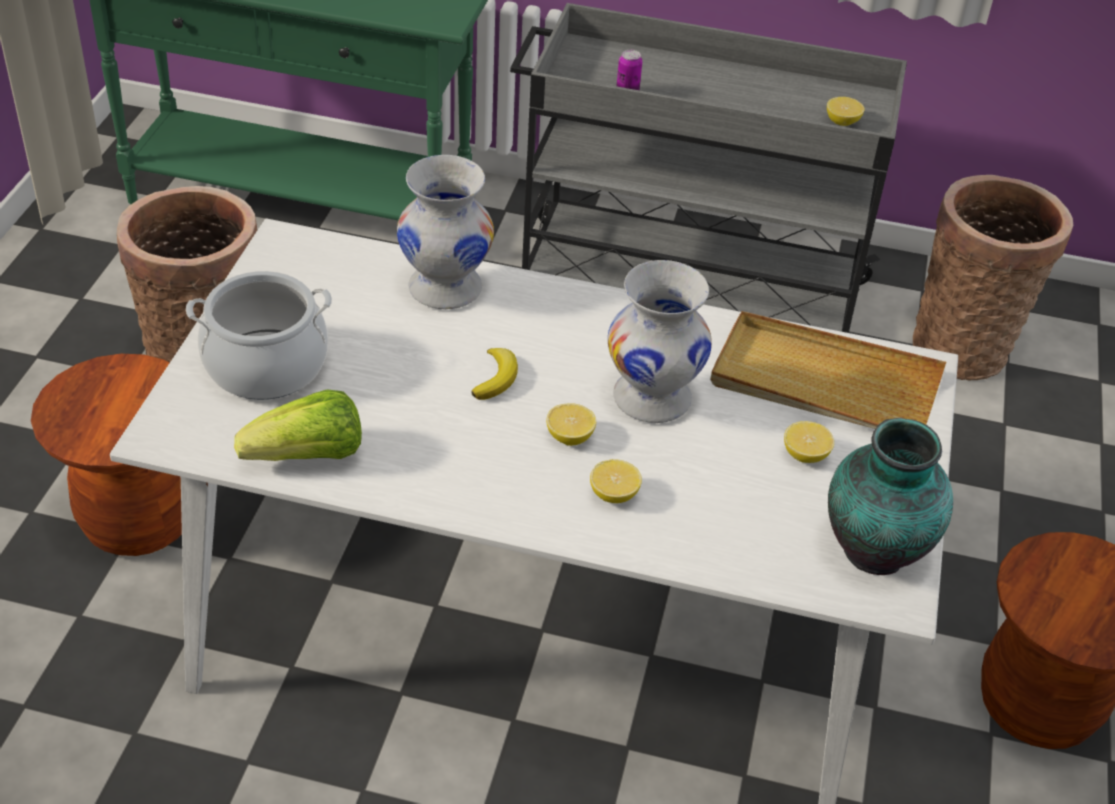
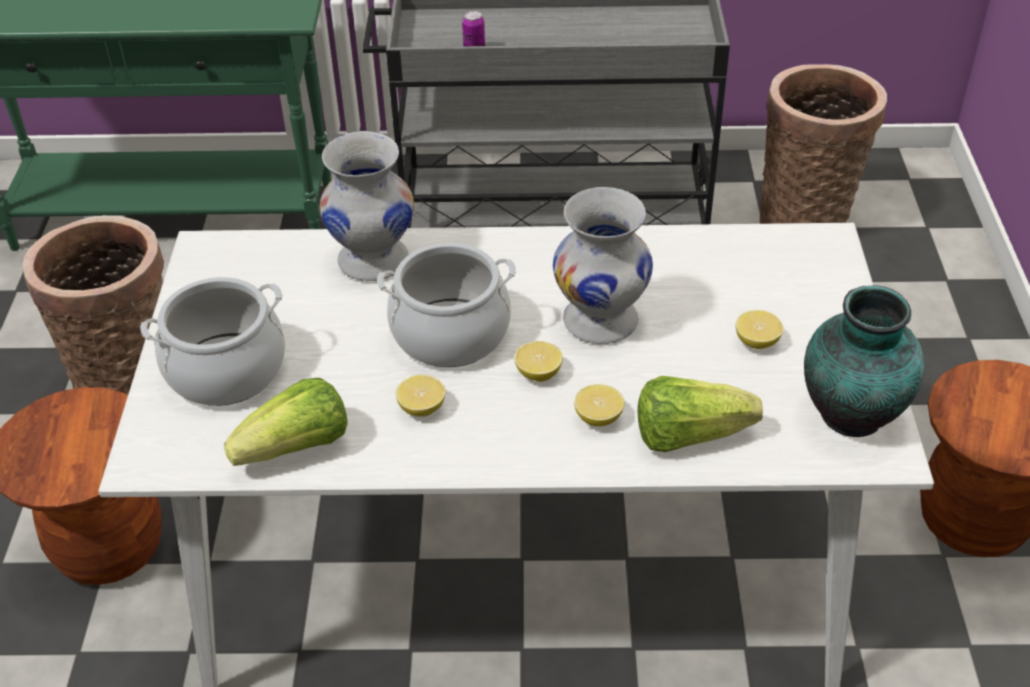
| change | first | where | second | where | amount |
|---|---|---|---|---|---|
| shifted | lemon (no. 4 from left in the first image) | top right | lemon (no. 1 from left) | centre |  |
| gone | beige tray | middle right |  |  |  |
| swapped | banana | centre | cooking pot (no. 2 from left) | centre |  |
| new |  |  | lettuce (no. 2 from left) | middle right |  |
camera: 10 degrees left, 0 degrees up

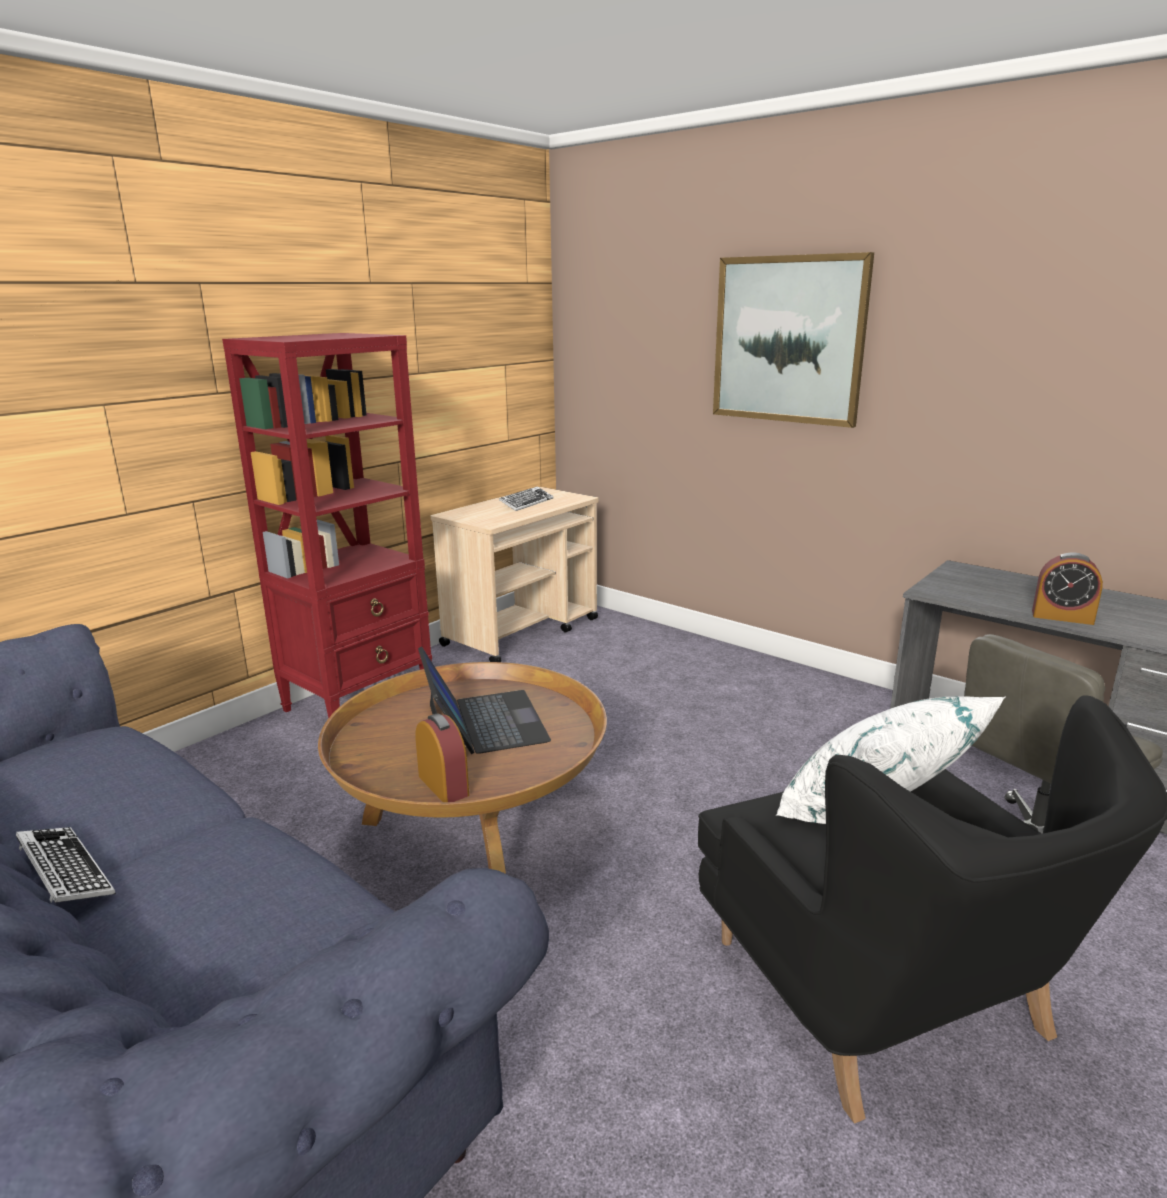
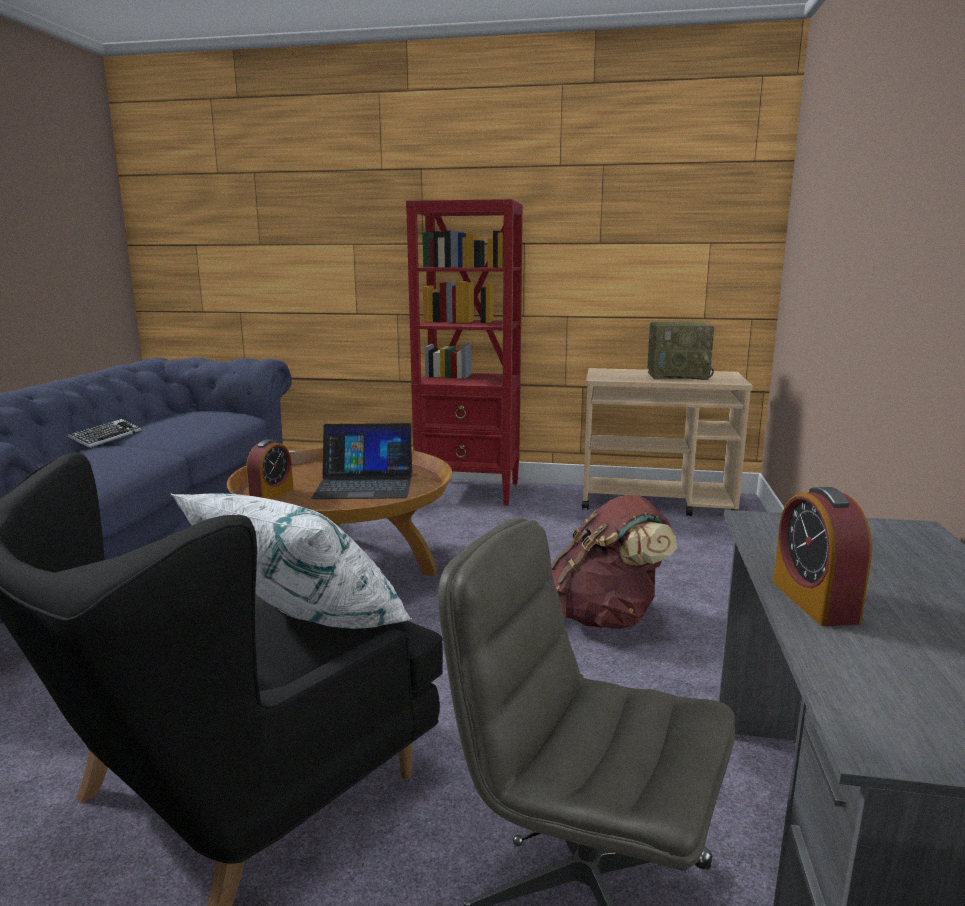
| change | first | where | second | where | amount |
|---|---|---|---|---|---|
| gone | picture | top right |  |  |  |
| swapped | keyboard (no. 2 from left) | centre | radio | middle right |  |
| rotated | laptop | centre |  | centre | 45 degrees clockwise |
| new |  |  | brown backpack | centre |  |
camera: 60 degrees right, 5 degrees down

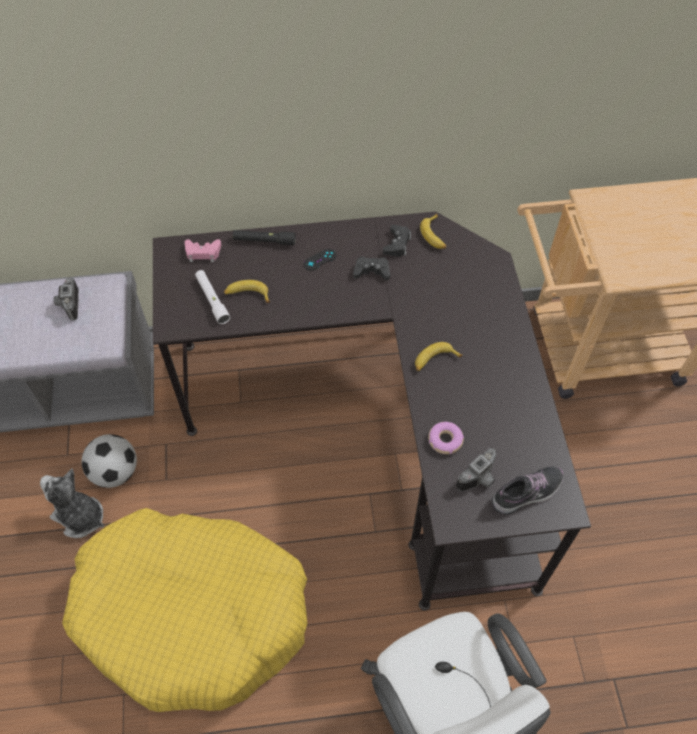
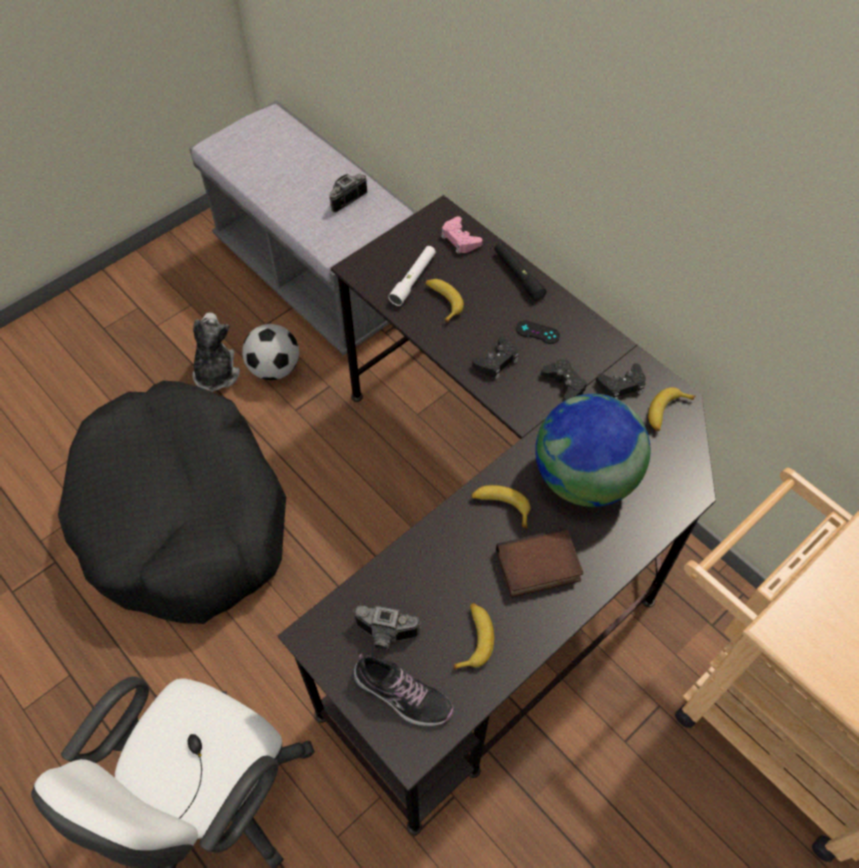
| change | first | where | second | where | amount |
|---|---|---|---|---|---|
| gone | donut | centre |  |  |  |
| repainted | yellow dog bed | bottom left | black dog bed | middle left |  |
| new |  |  | black game controller (no. 1 from left) | centre |  |
| new |  |  | globe | middle right |  |
| new |  |  | book | centre |  |
| new |  |  | banana (no. 2 from left) | bottom centre |  |
camera: 55 degrees right, 0 degrees up

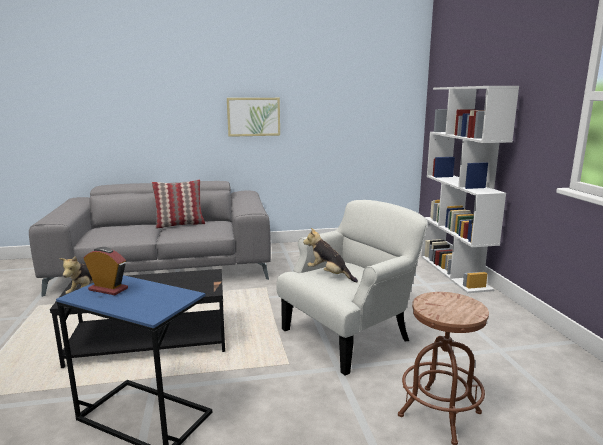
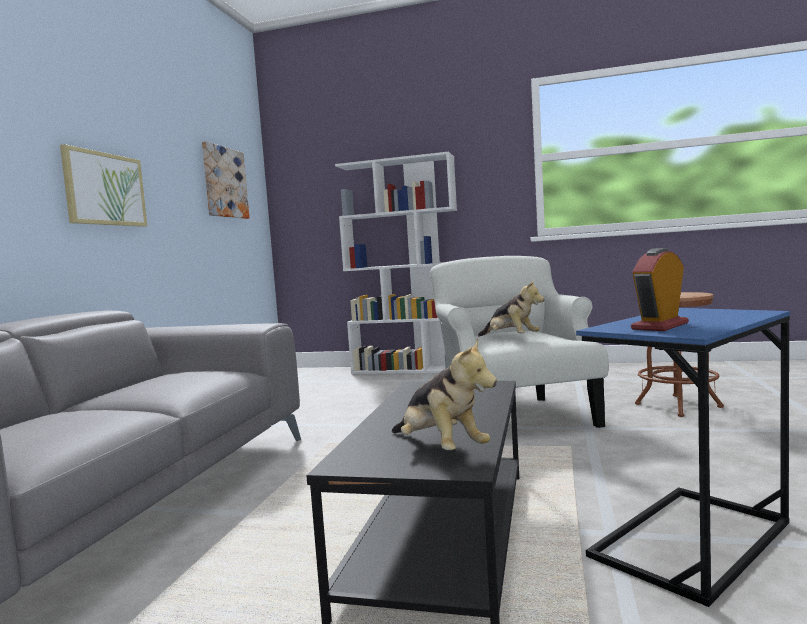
| change | first | where | second | where | amount |
|---|---|---|---|---|---|
| gone | pillow | middle left |  |  |  |
| rotated | plush toy (no. 2 from left) | centre |  | centre | 105 degrees counterclockwise |
| new |  |  | picture (no. 2 from left) | top left |  |
camera: 65 degrees left, 10 degrees down

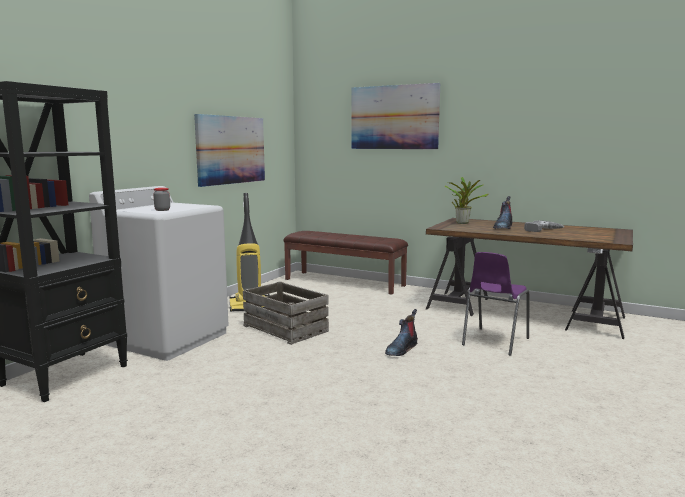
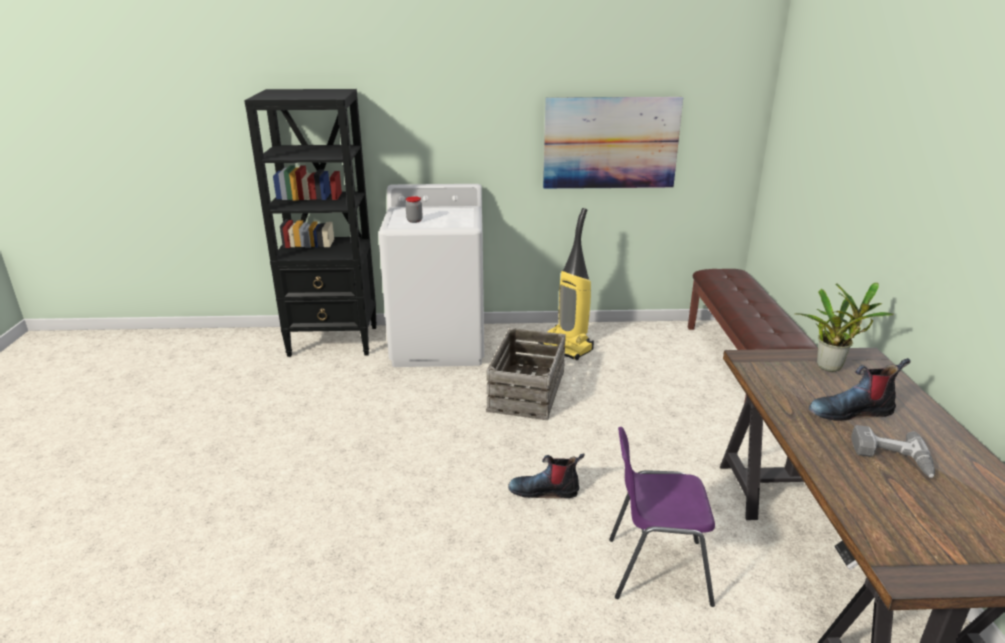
| change | first | where | second | where | amount |
|---|---|---|---|---|---|
| gone | picture (no. 2 from left) | top centre |  |  |  |
camera: 60 degrees right, 15 degrees up

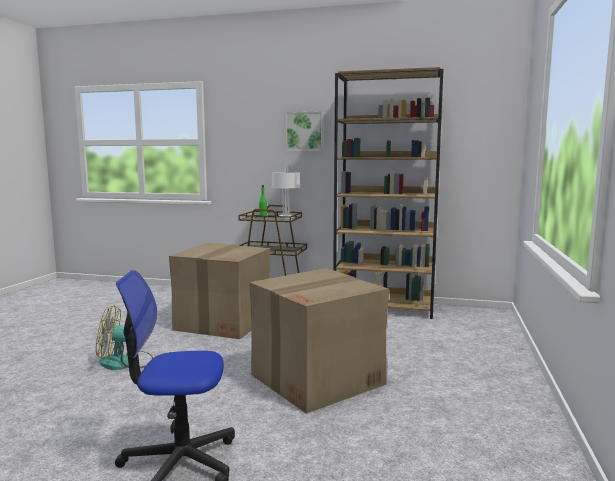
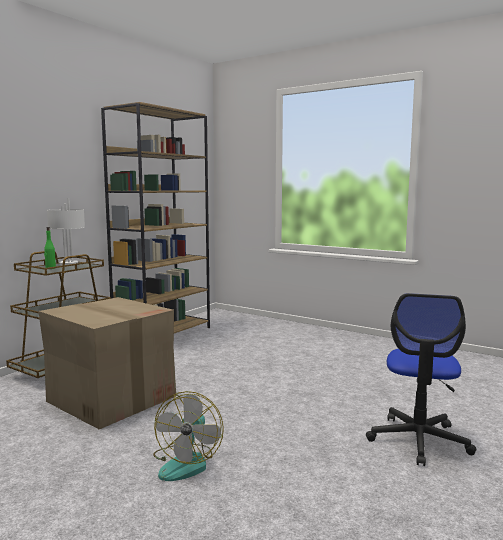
| change | first | where | second | where | amount |
|---|---|---|---|---|---|
| gone | picture | top centre |  |  |  |
| gone | cardboard box (no. 2 from left) | bottom centre |  |  |  |
camera: 70 degrees left, 0 degrees up

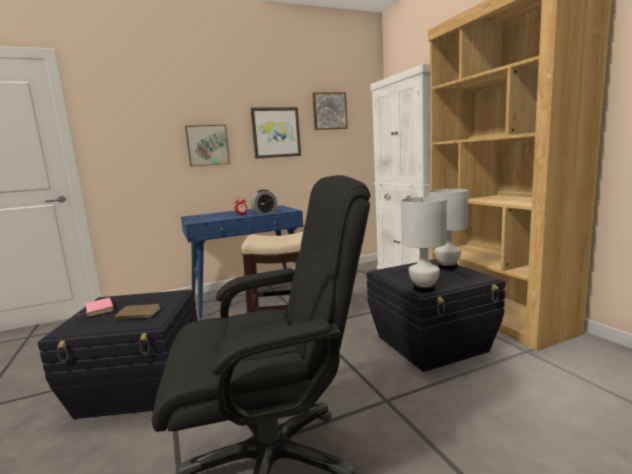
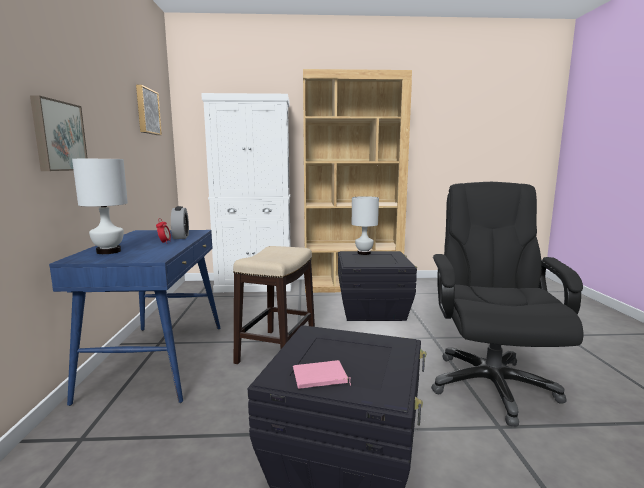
| change | first | where | second | where | amount |
|---|---|---|---|---|---|
| gone | picture (no. 2 from left) | top centre |  |  |  |
| shifted | white table lamp (no. 1 from left) | middle right |  | middle left |  |
| gone | brown book | middle left |  |  |  |
camera: 70 degrees left, 0 degrees up

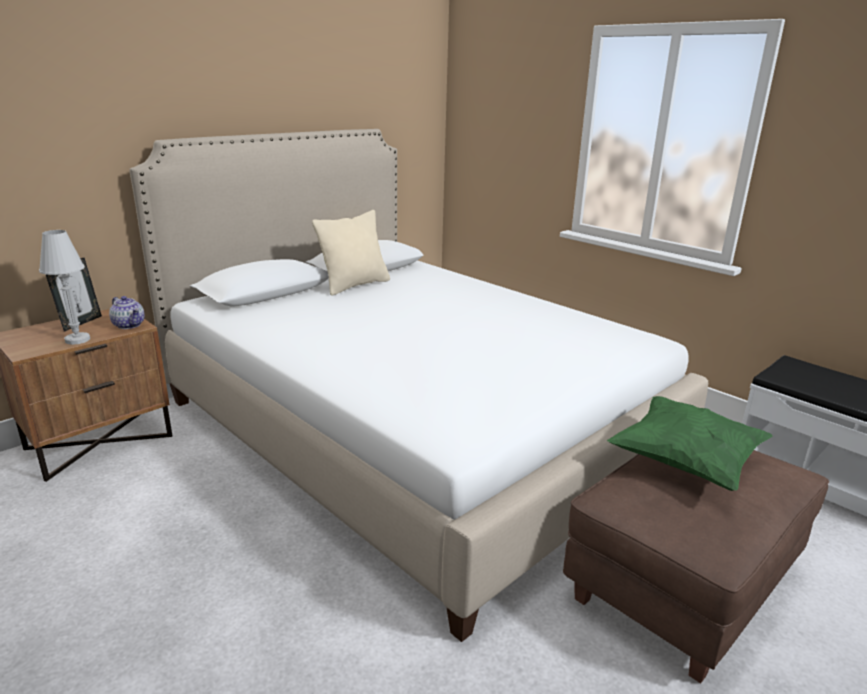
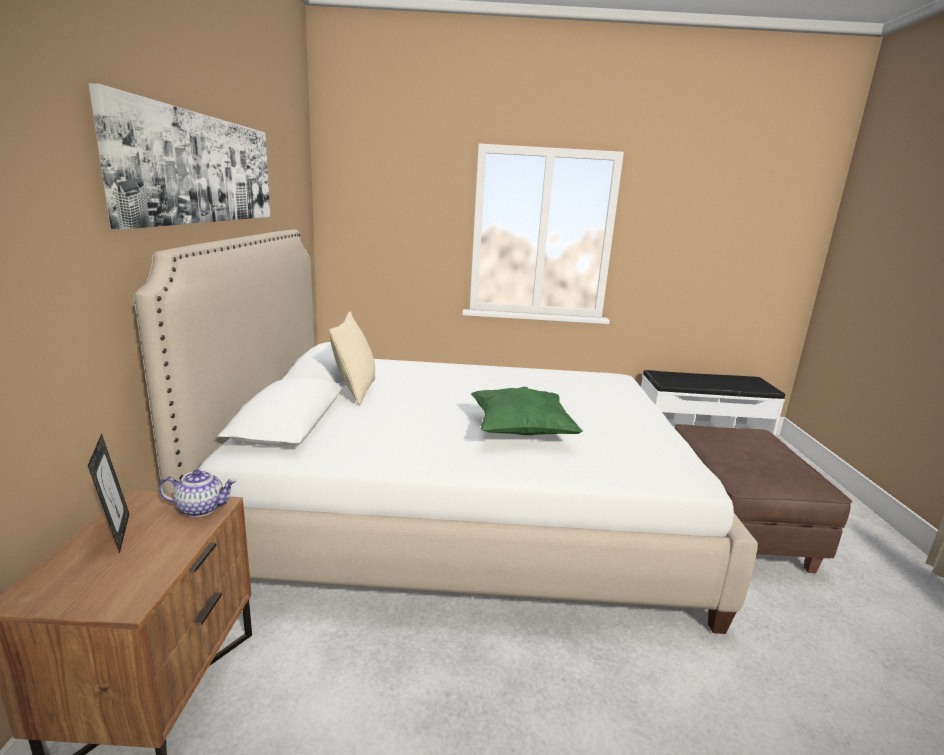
| change | first | where | second | where | amount |
|---|---|---|---|---|---|
| gone | white table lamp | middle left |  |  |  |
| shifted | green pillow | middle right |  | centre |  |
| new |  |  | picture | top left |  |
camera: 45 degrees left, 5 degrees down

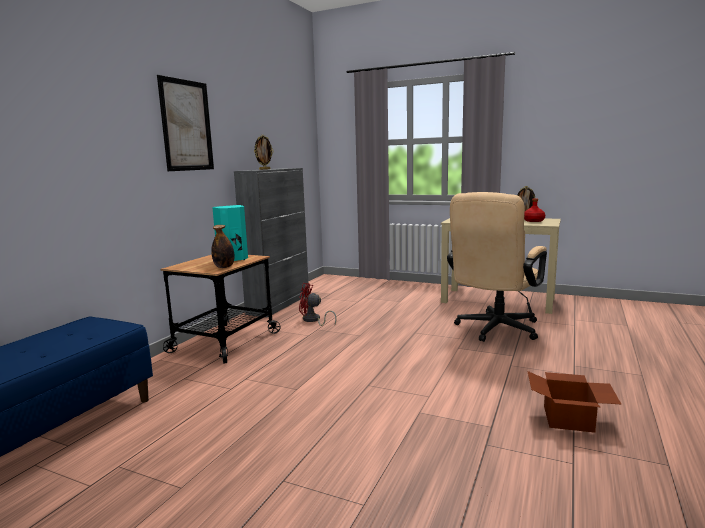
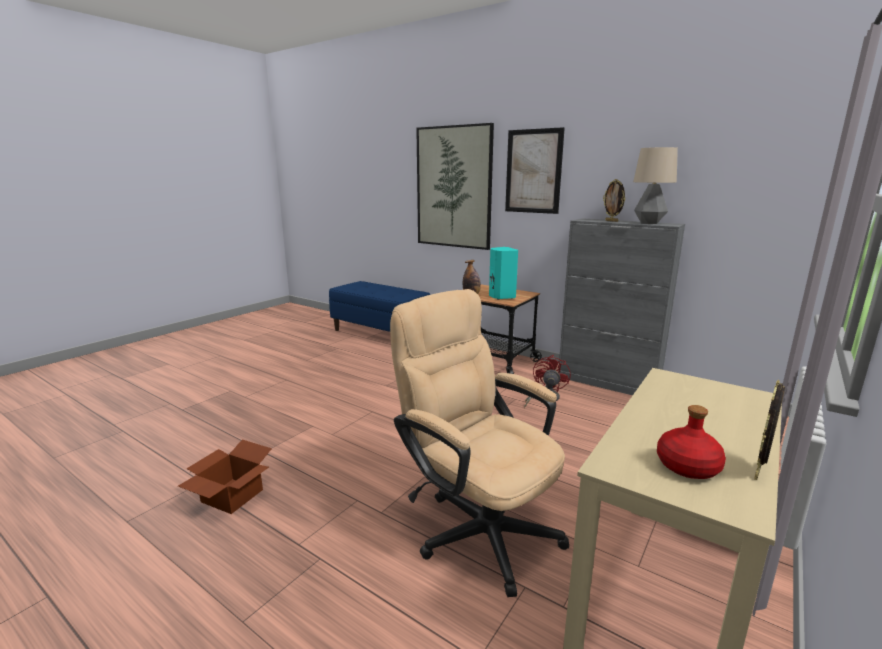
| change | first | where | second | where | amount |
|---|---|---|---|---|---|
| new |  |  | picture (no. 1 from left) | top centre |  |
| new |  |  | table lamp | top right |  |
camera: 100 degrees right, 5 degrees up

